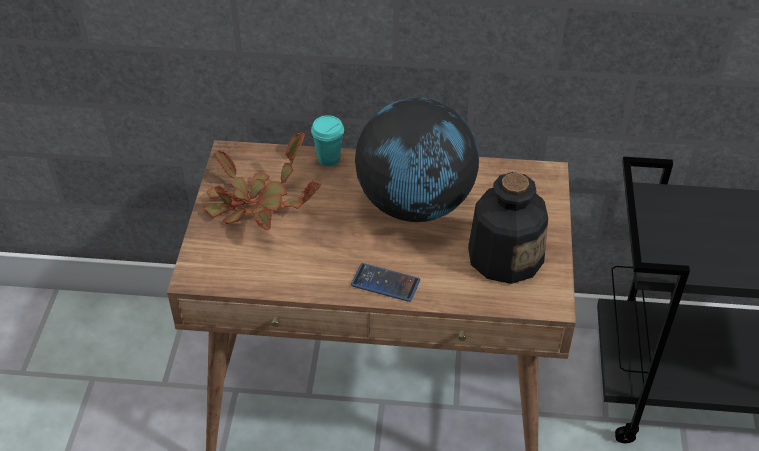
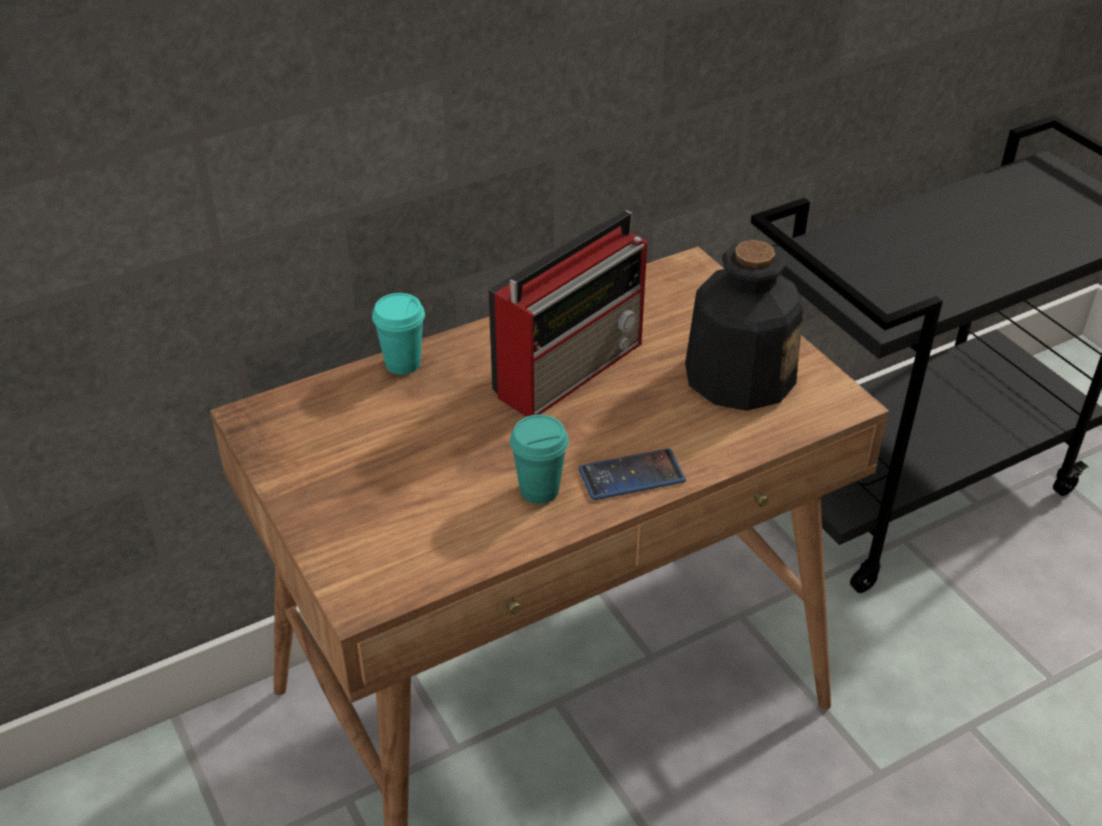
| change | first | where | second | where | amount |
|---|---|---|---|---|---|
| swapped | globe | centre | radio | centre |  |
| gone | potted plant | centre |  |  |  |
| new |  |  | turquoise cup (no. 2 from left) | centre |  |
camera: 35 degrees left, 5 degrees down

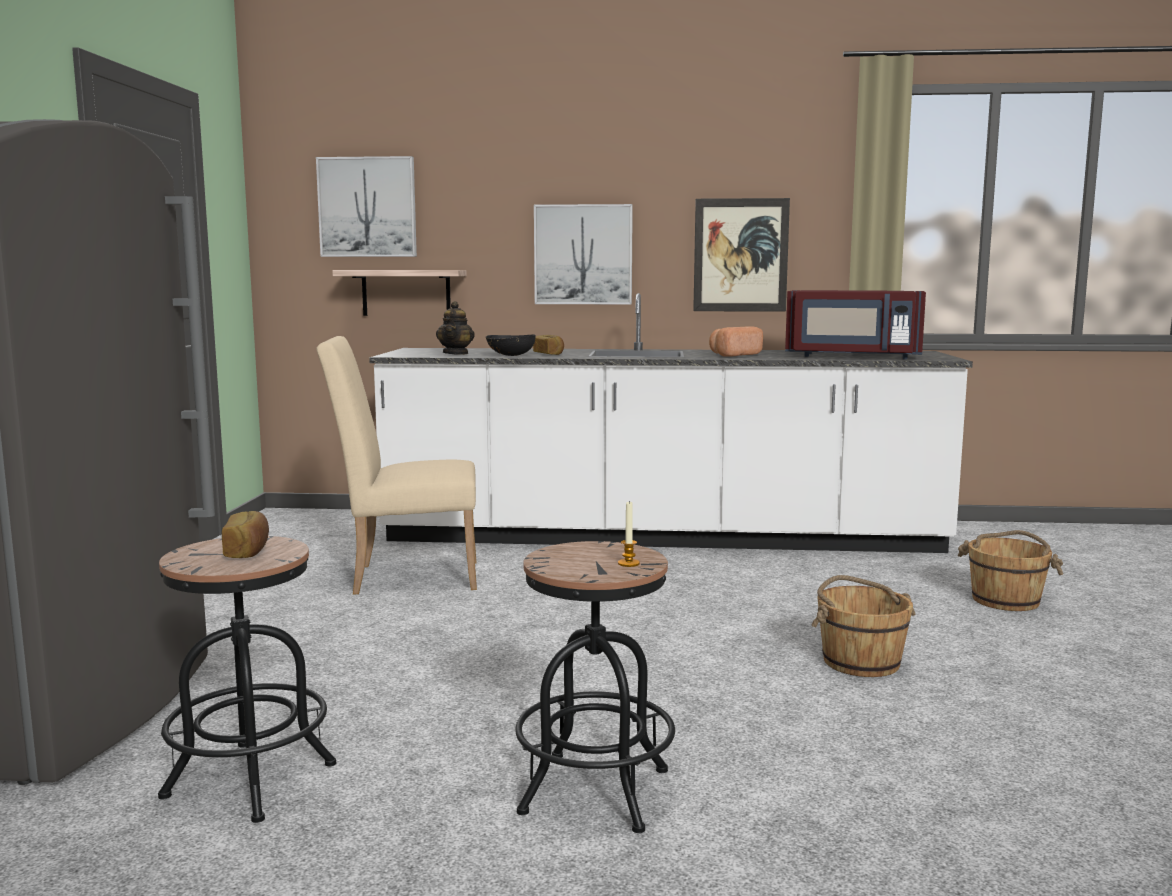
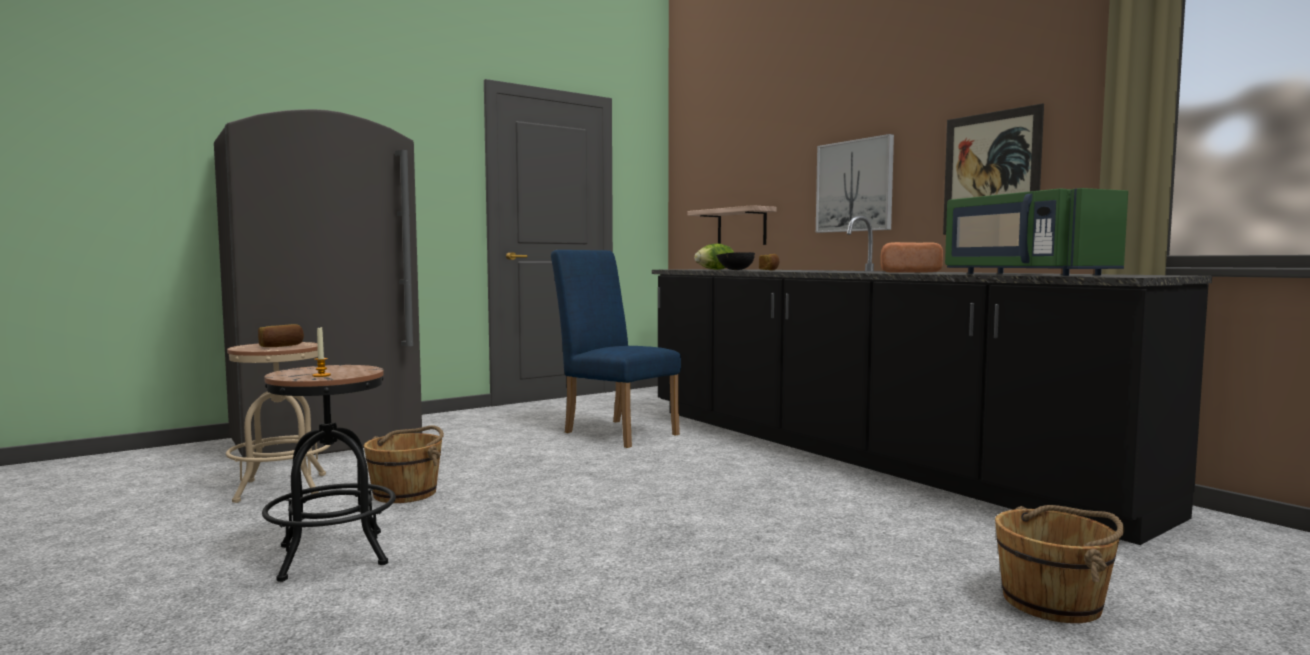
| change | first | where | second | where | amount |
|---|---|---|---|---|---|
| gone | picture (no. 1 from left) | top left |  |  |  |
| repainted | red microwave | middle right | green microwave | middle right |  |
| repainted | white counter | centre | black counter | middle right |  |
| swapped | teapot | centre | lettuce | centre |  |
| repainted | beige chair | centre | blue chair | centre |  |
| repainted | black stool (no. 1 from left) | bottom left | beige stool | middle left |  |
| shifted | brown bucket (no. 1 from left) | bottom right |  | bottom left |  |
camera: 50 degrees right, 5 degrees down

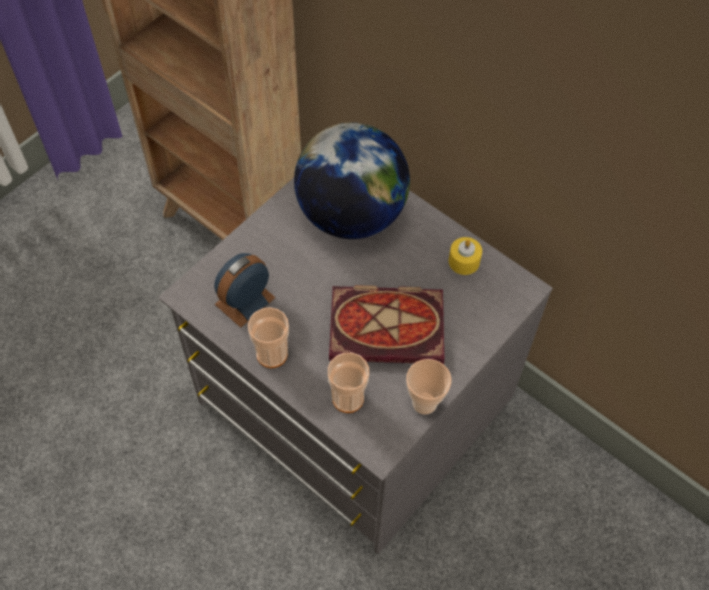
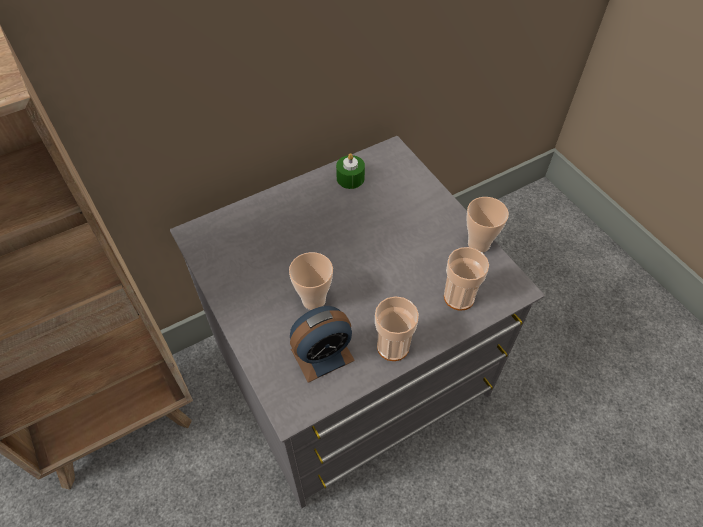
| change | first | where | second | where | amount |
|---|---|---|---|---|---|
| gone | globe | top centre |  |  |  |
| repainted | yellow candle | centre | green candle | top centre |  |
| rotated | alarm clock | centre |  | centre | 90 degrees counterclockwise |
| gone | book | centre |  |  |  |
| new |  |  | cup (no. 1 from left) | centre |  |
camera: 70 degrees left, 5 degrees down

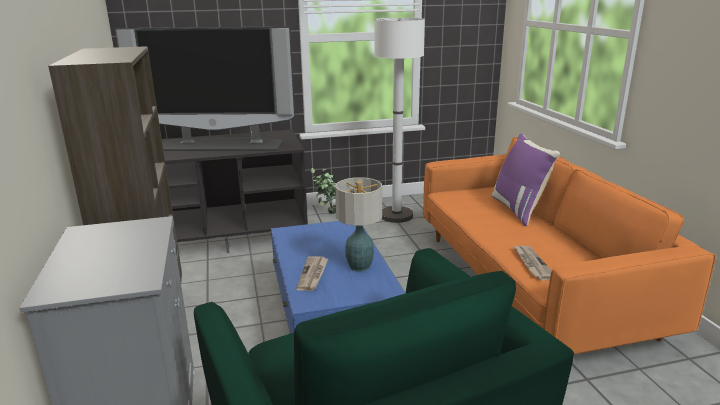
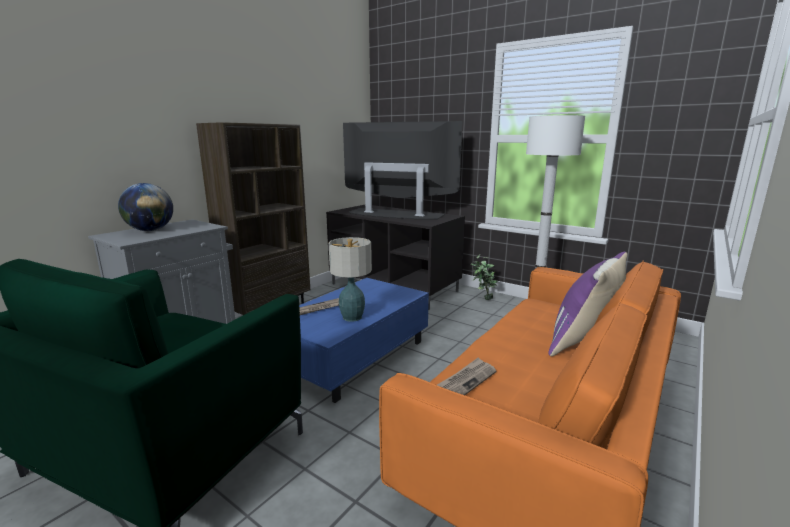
| change | first | where | second | where | amount |
|---|---|---|---|---|---|
| rotated | television | top left |  | top centre | 150 degrees clockwise |
| new |  |  | globe | middle left |  |
camera: 50 degrees right, 5 degrees down

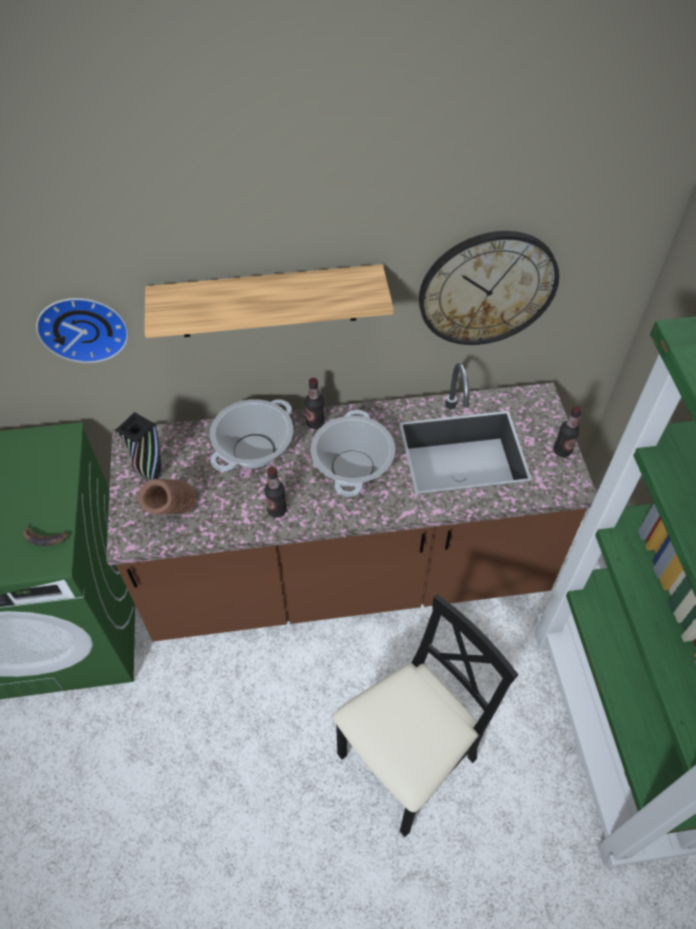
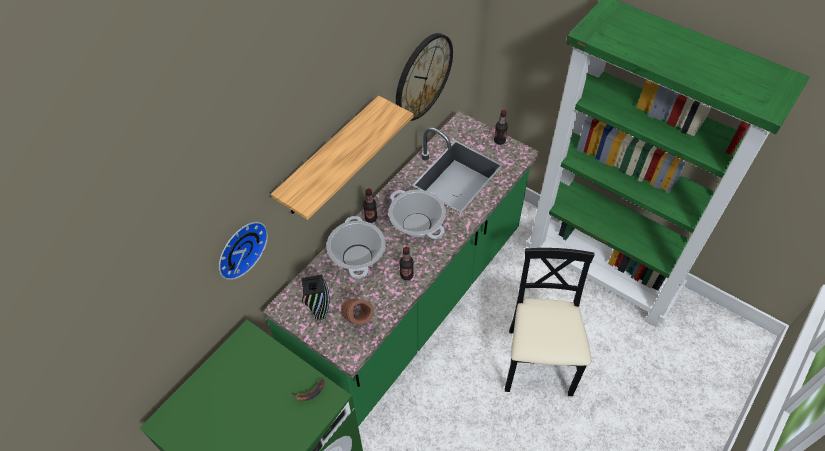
| change | first | where | second | where | amount |
|---|---|---|---|---|---|
| repainted | brown counter | centre | green counter | centre |  |
camera: 45 degrees left, 0 degrees up

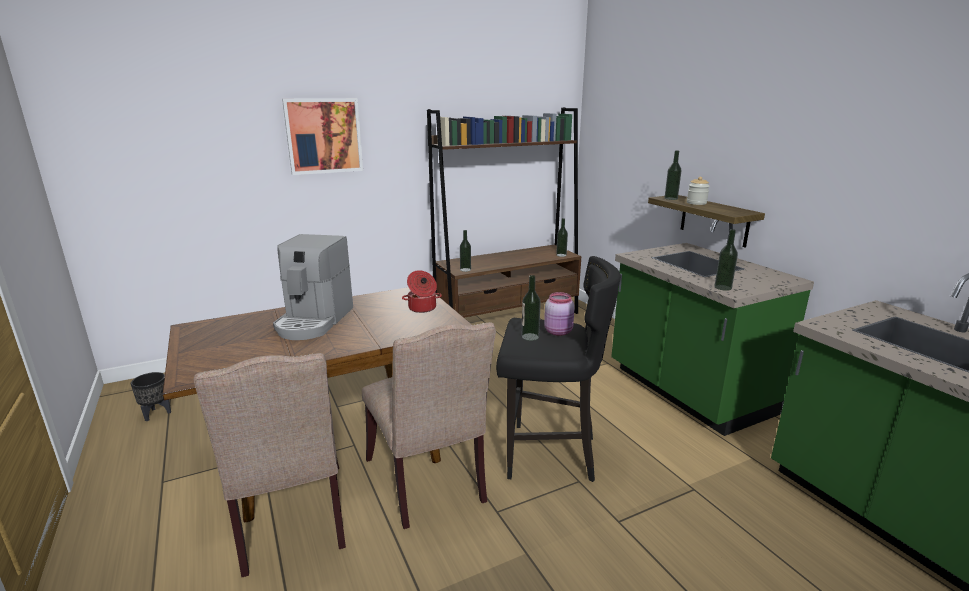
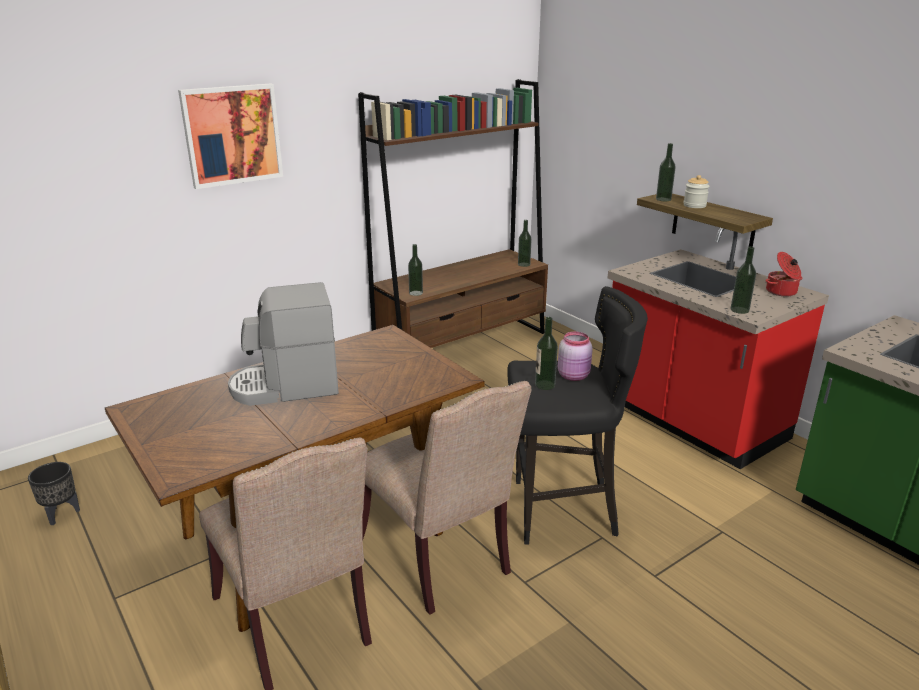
| change | first | where | second | where | amount |
|---|---|---|---|---|---|
| repainted | green counter (no. 1 from left) | middle right | red counter | middle right |  |
| rotated | coffee machine | middle left |  | middle left | 75 degrees clockwise |
| shifted | cooking pot | centre |  | middle right |  |
camera: 10 degrees left, 5 degrees up

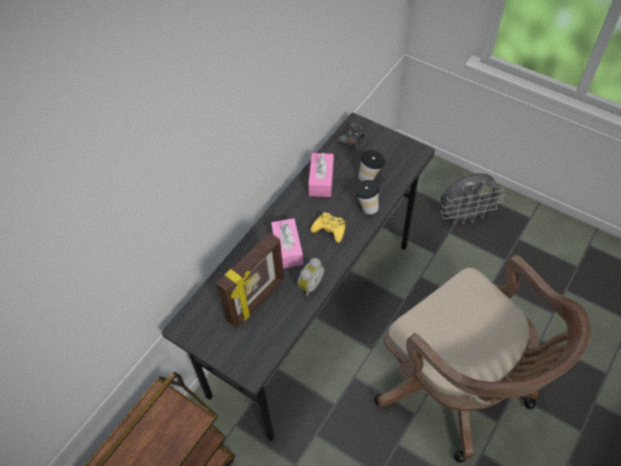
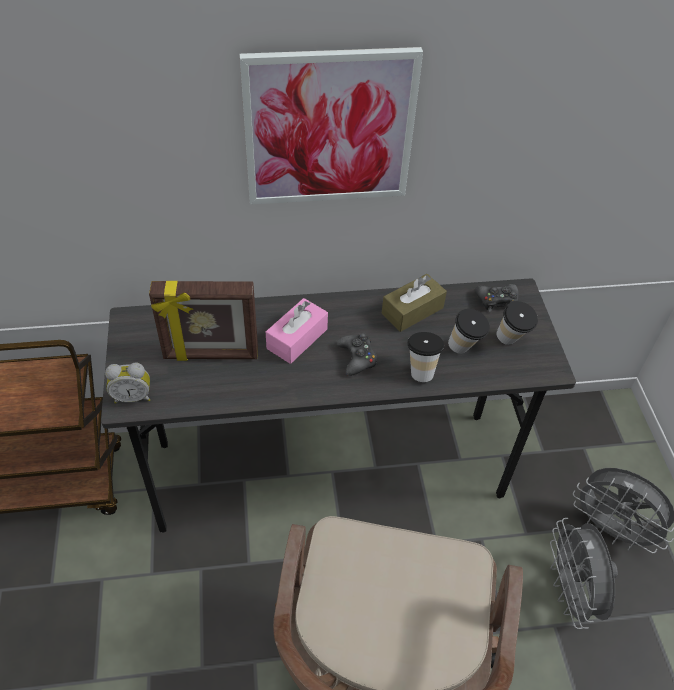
| change | first | where | second | where | amount |
|---|---|---|---|---|---|
| repainted | pink tissue box (no. 2 from left) | centre | brown tissue box | centre |  |
| repainted | yellow game controller | centre | black game controller (no. 1 from left) | centre |  |
| shifted | alarm clock | centre |  | middle left |  |
| new |  |  | picture | top centre |  |
| new |  |  | cup (no. 3 from left) | middle right |  |
| new |  |  | grey fan (no. 1 from left) | bottom right |  |
camera: 45 degrees right, 5 degrees down

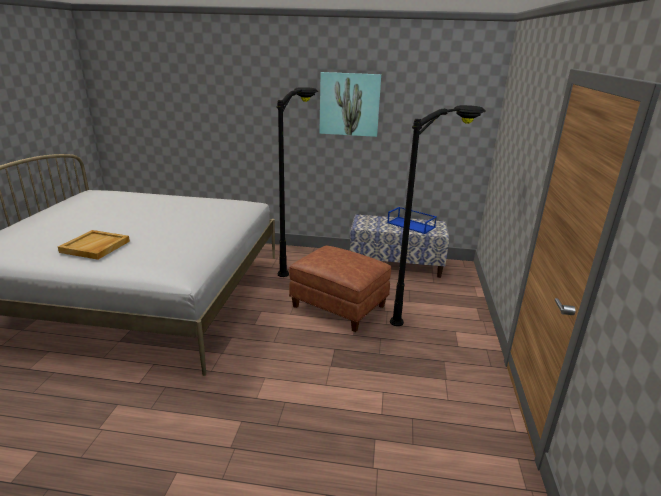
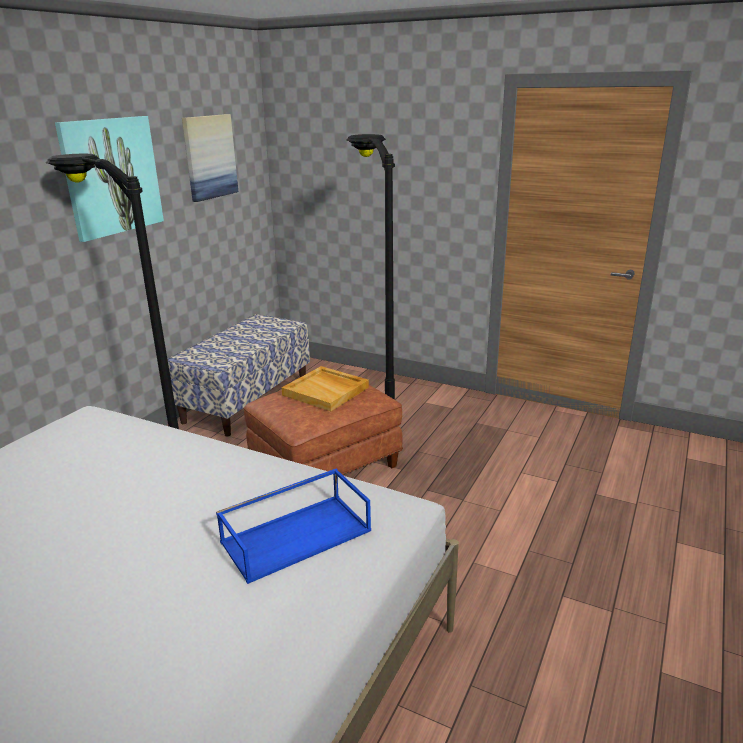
| change | first | where | second | where | amount |
|---|---|---|---|---|---|
| shifted | blue tray | centre |  | bottom centre |  |
| shifted | beige tray | middle left |  | centre |  |
| new |  |  | picture (no. 2 from left) | top left |  |
camera: 70 degrees left, 0 degrees up

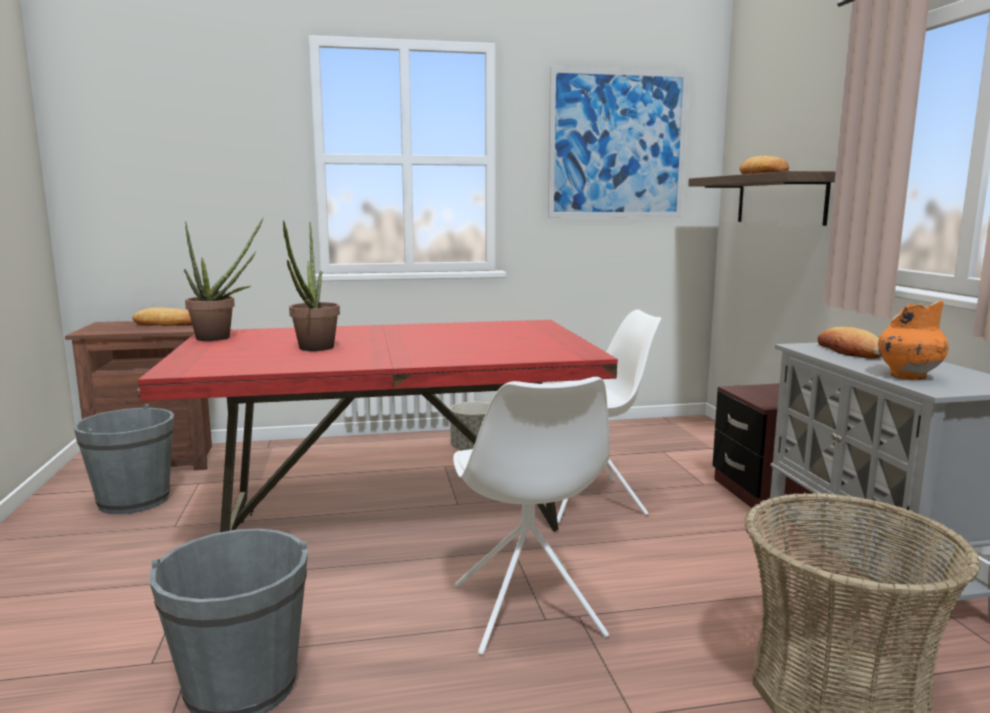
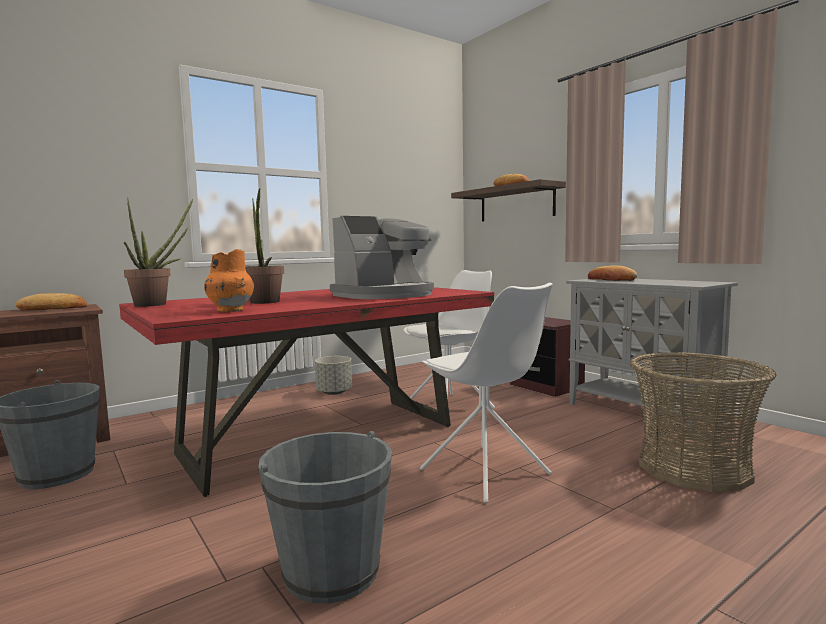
| change | first | where | second | where | amount |
|---|---|---|---|---|---|
| gone | picture | top centre |  |  |  |
| shifted | orange vase | middle right |  | middle left |  |
| new |  |  | coffee machine | centre |  |
camera: 25 degrees left, 5 degrees down

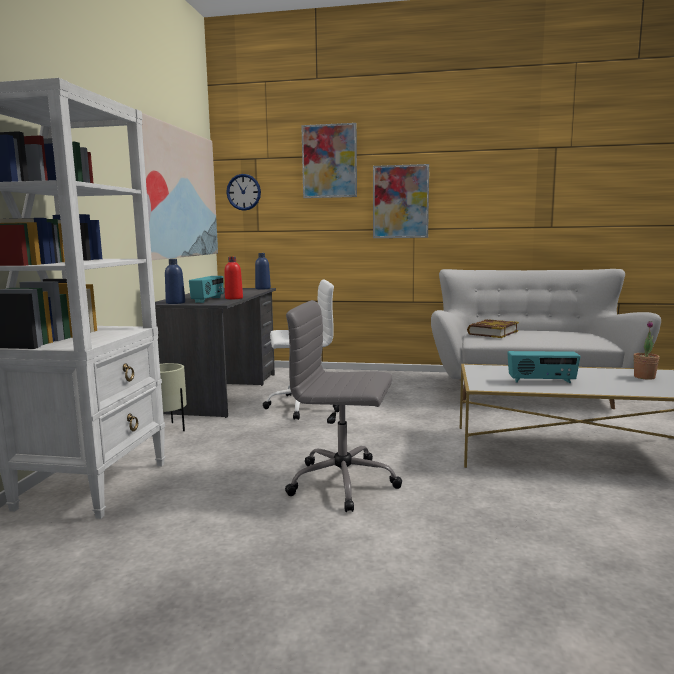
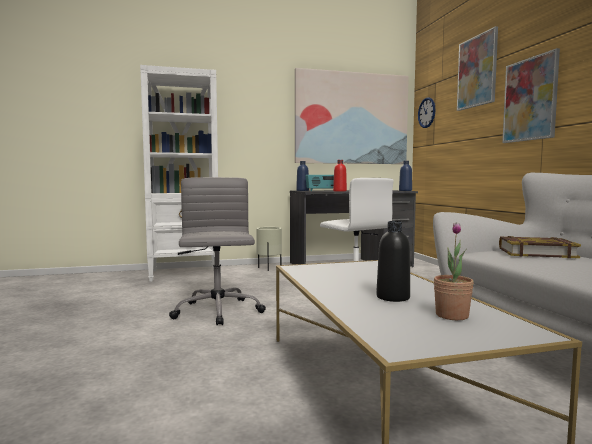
| change | first | where | second | where | amount |
|---|---|---|---|---|---|
| gone | radio (no. 2 from left) | middle right |  |  |  |
| new |  |  | black bottle | centre |  |
camera: 65 degrees right, 5 degrees down

